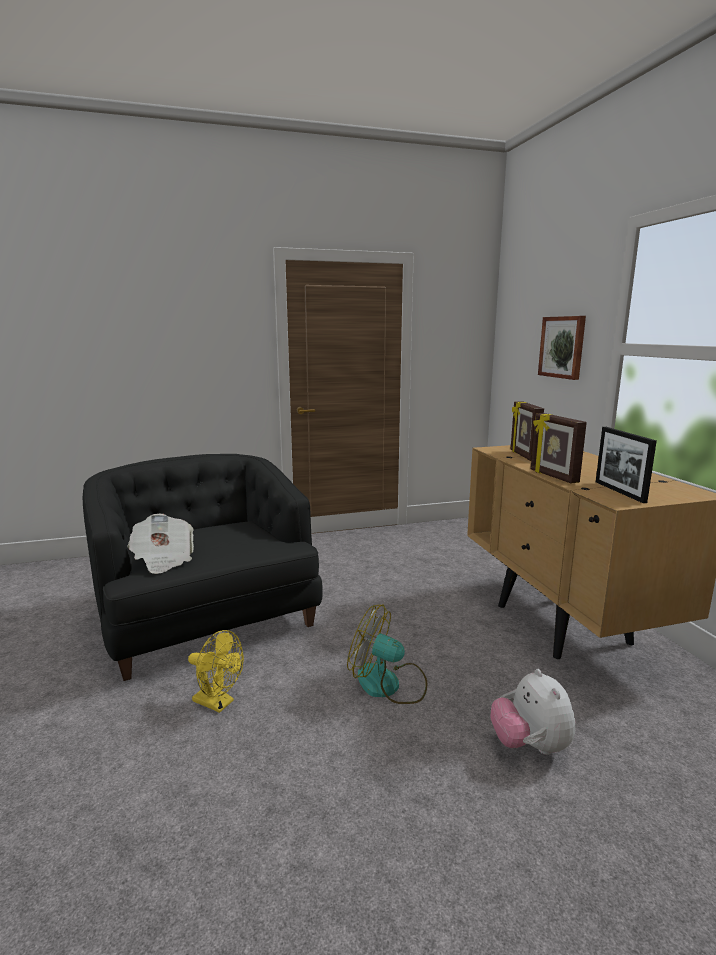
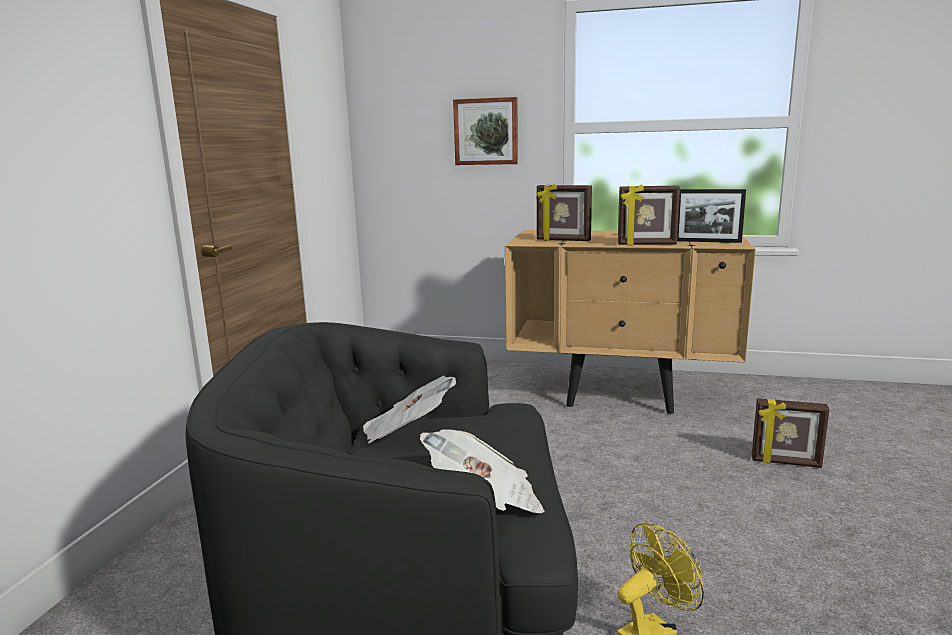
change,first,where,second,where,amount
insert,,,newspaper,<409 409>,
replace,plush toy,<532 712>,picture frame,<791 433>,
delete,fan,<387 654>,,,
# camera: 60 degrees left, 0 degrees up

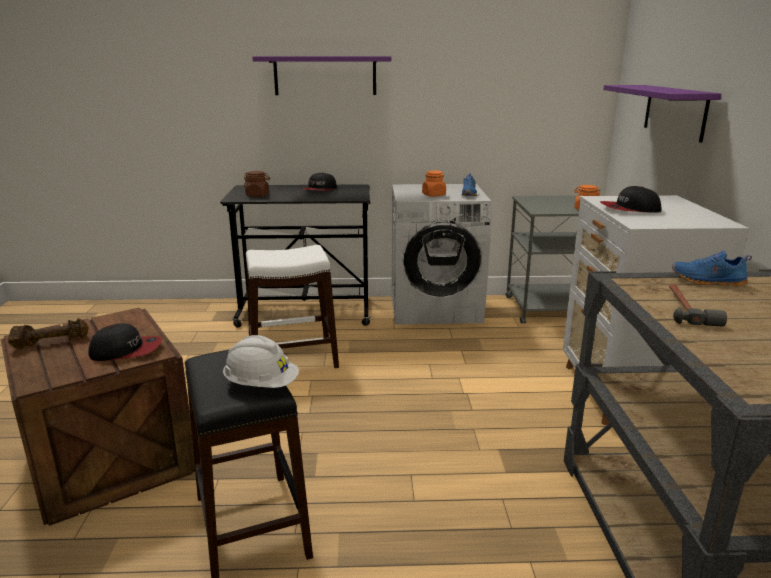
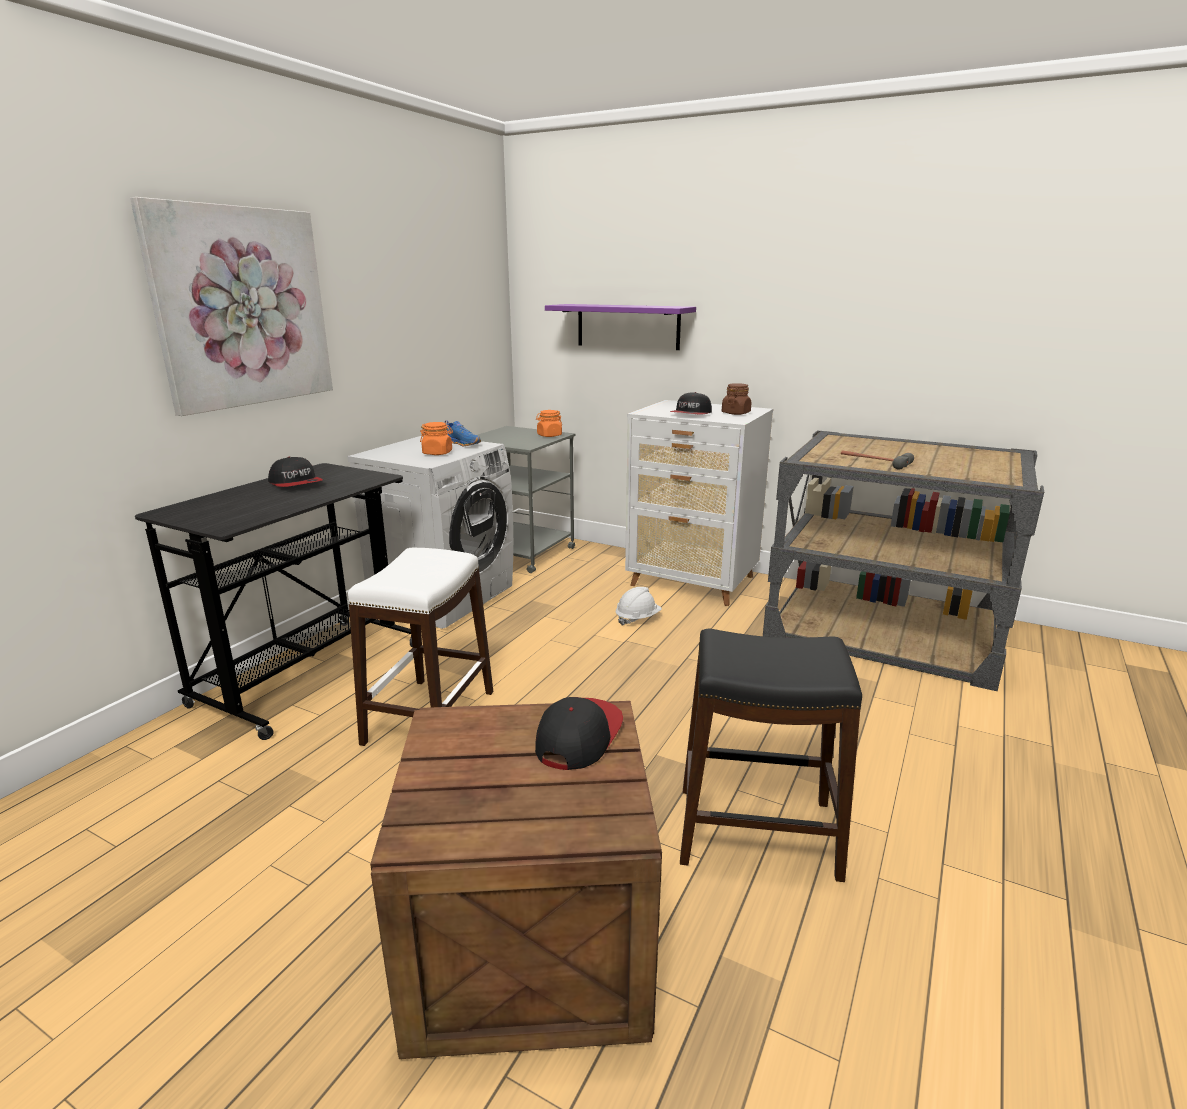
change,first,where,second,where,amount
replace,purple shelf,<322 75>,picture,<231 306>,
move,white hard hat,<261 361>,,<639 606>,
move,brown jar,<257 184>,,<736 399>,
delete,brown dumbbell,<48 333>,,,
delete,blue shoe,<712 269>,,,
# camera: 60 degrees left, 0 degrees up

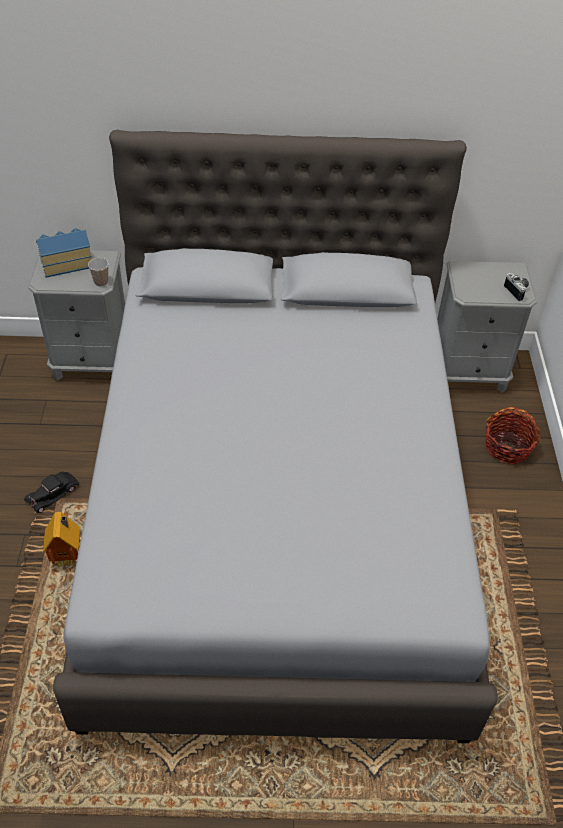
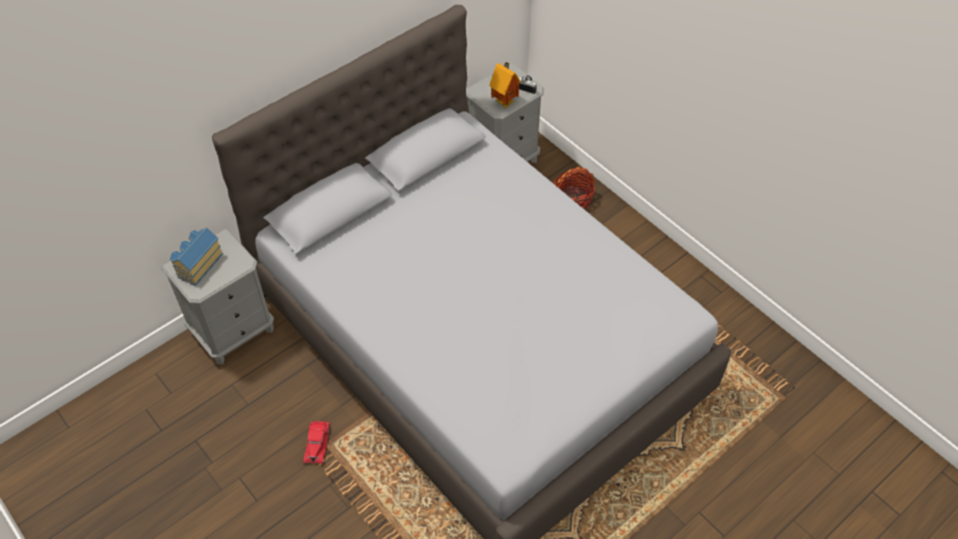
change,first,where,second,where,amount
recolor,black toy car,<51 492>,red toy car,<316 442>,
move,toy house,<61 539>,,<505 85>,
delete,cup,<98 272>,,,
# camera: 40 degrees left, 5 degrees up

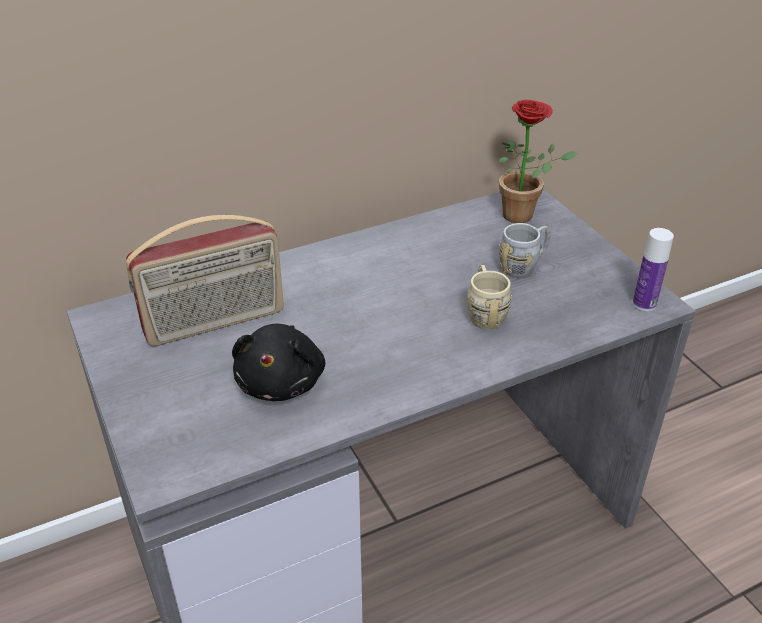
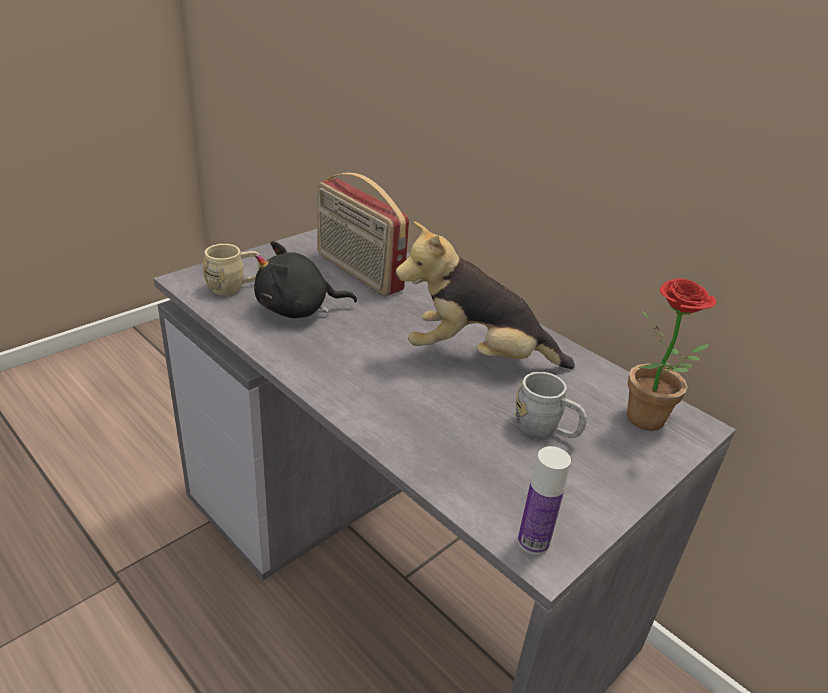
change,first,where,second,where,amount
move,beige mug,<489 297>,,<232 270>,
insert,,,plush toy,<485 295>,
# camera: 70 degrees right, 5 degrees down

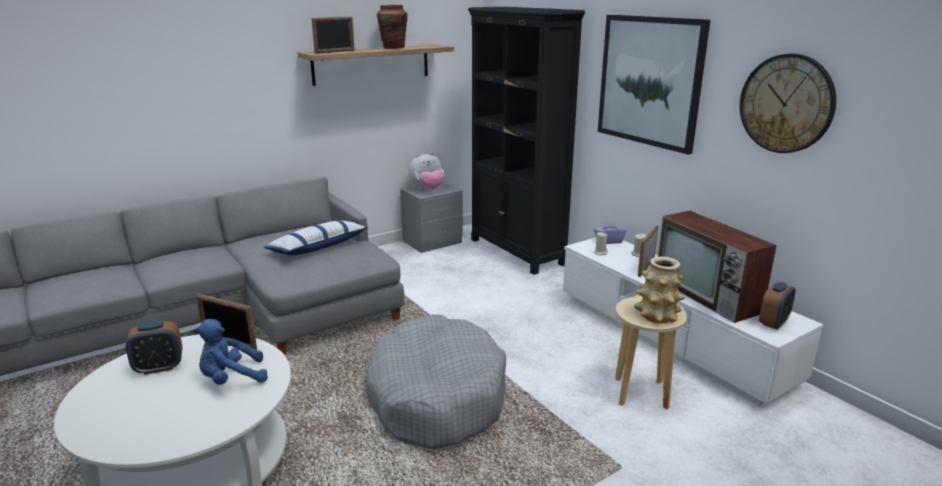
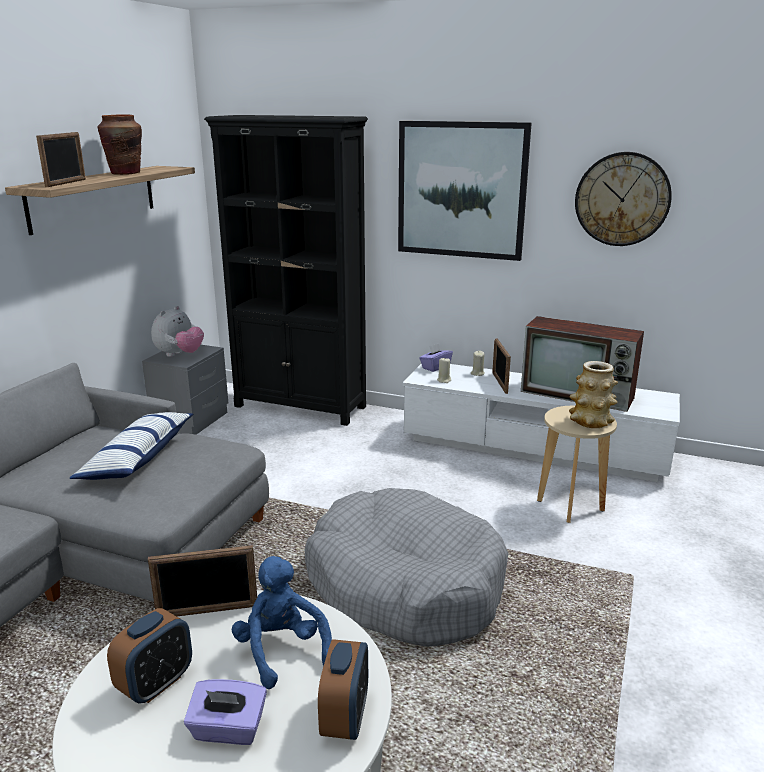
change,first,where,second,where,amount
insert,,,purple tissue box,<225 712>,
rotate,blue plush toy,<230 352>,,<282 622>,120 degrees clockwise
move,alarm clock,<777 306>,,<343 689>,
# camera: 35 degrees left, 0 degrees up

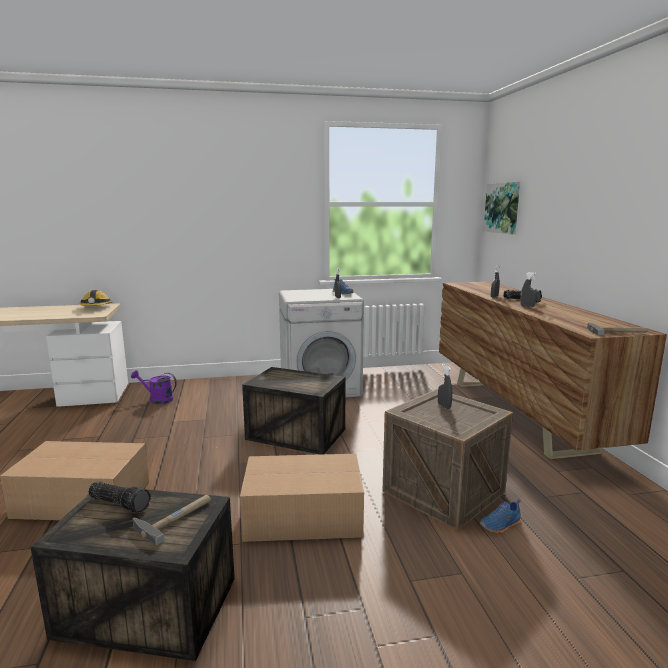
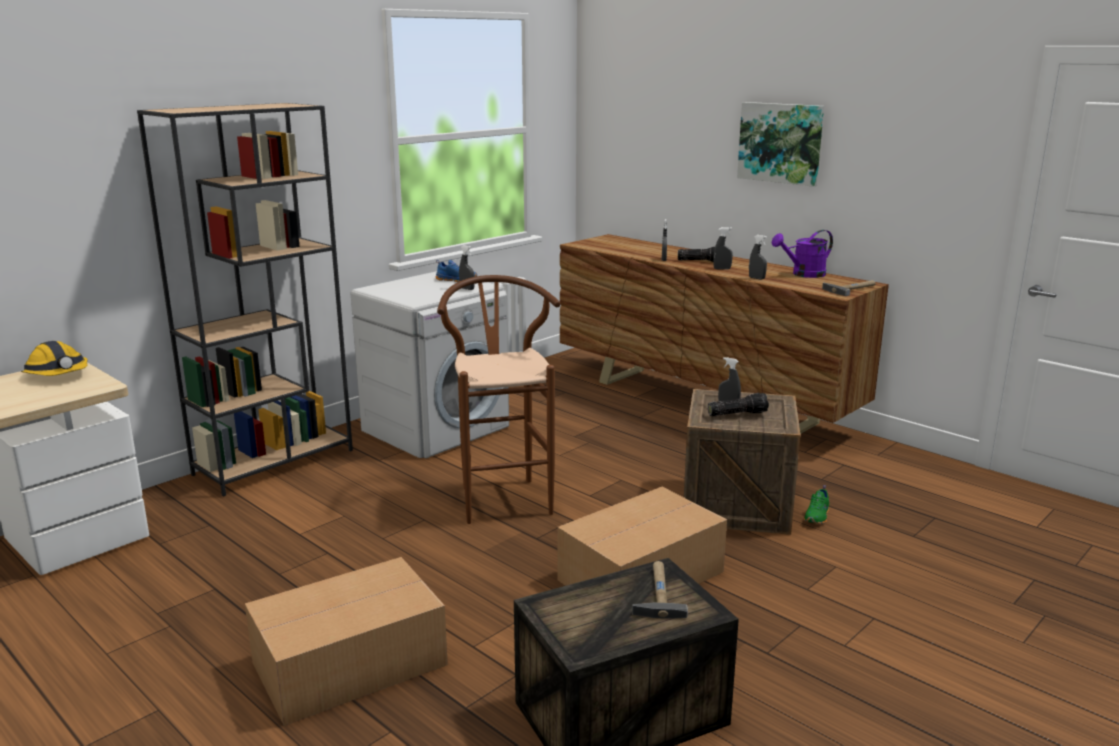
change,first,where,second,where,amount
insert,,,bookcase,<245 300>,
replace,crate,<294 411>,brown stool,<499 399>,
move,flashlight,<119 497>,,<738 404>,
move,picture,<502 208>,,<780 144>,
insert,,,grey spray bottle,<758 257>,
move,purple watering can,<154 387>,,<802 254>,
recolor,blue shoe,<500 516>,green shoe,<816 504>,
# camera: 35 degrees left, 5 degrees up

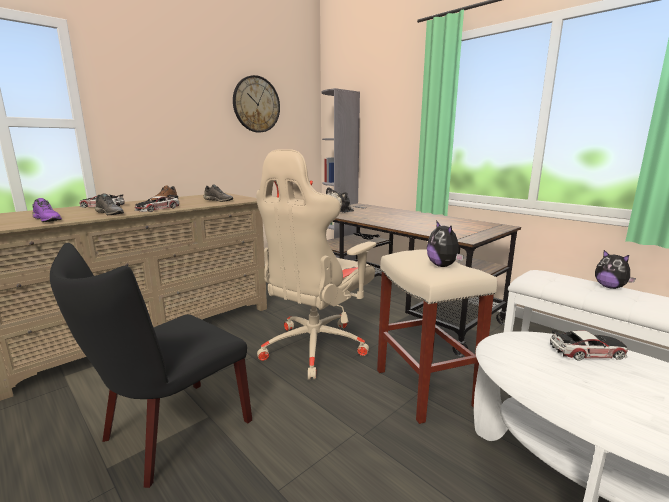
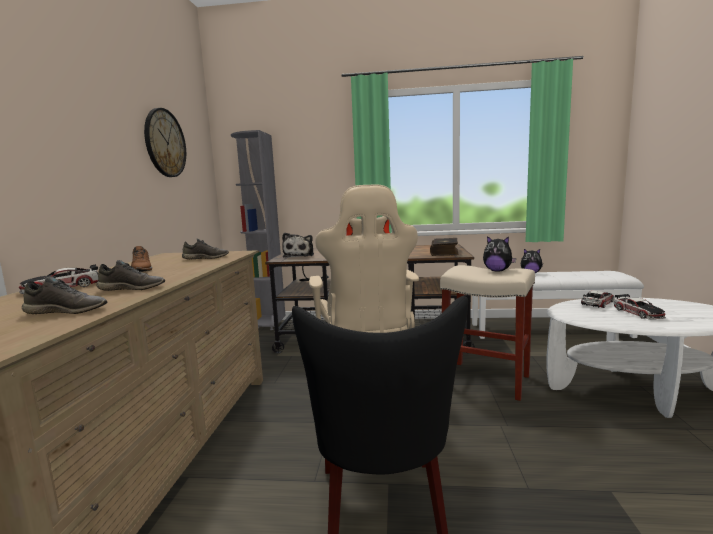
change,first,where,second,where,amount
recolor,purple shoe,<47 210>,grey shoe,<64 295>,
insert,,,book,<444 247>,
move,toy car,<157 203>,,<640 307>,
# camera: 40 degrees left, 5 degrees down

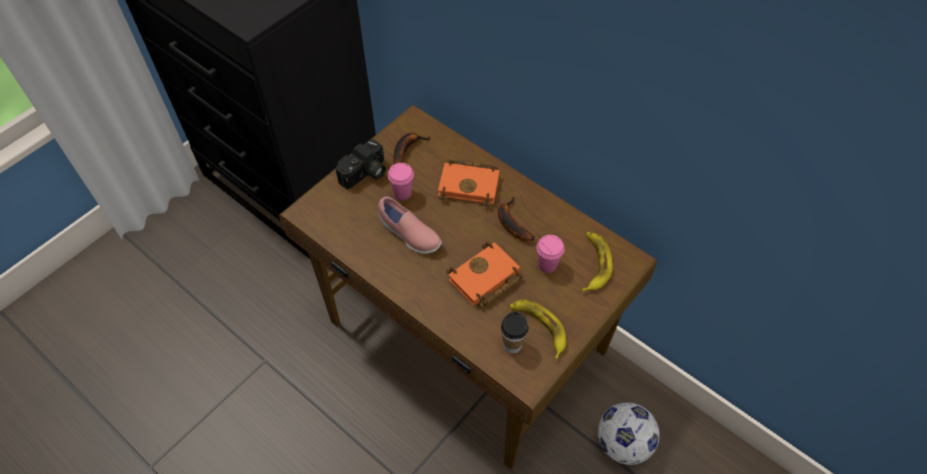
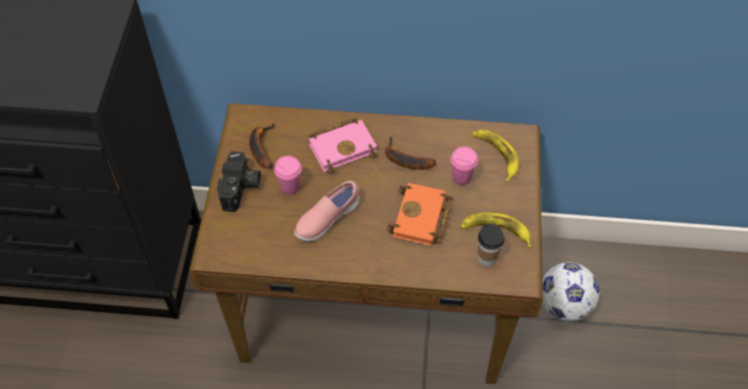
change,first,where,second,where,amount
rotate,pink shoe,<410 225>,,<326 211>,135 degrees clockwise
recolor,orange book,<469 183>,pink book,<343 146>,
# camera: 35 degrees left, 0 degrees up

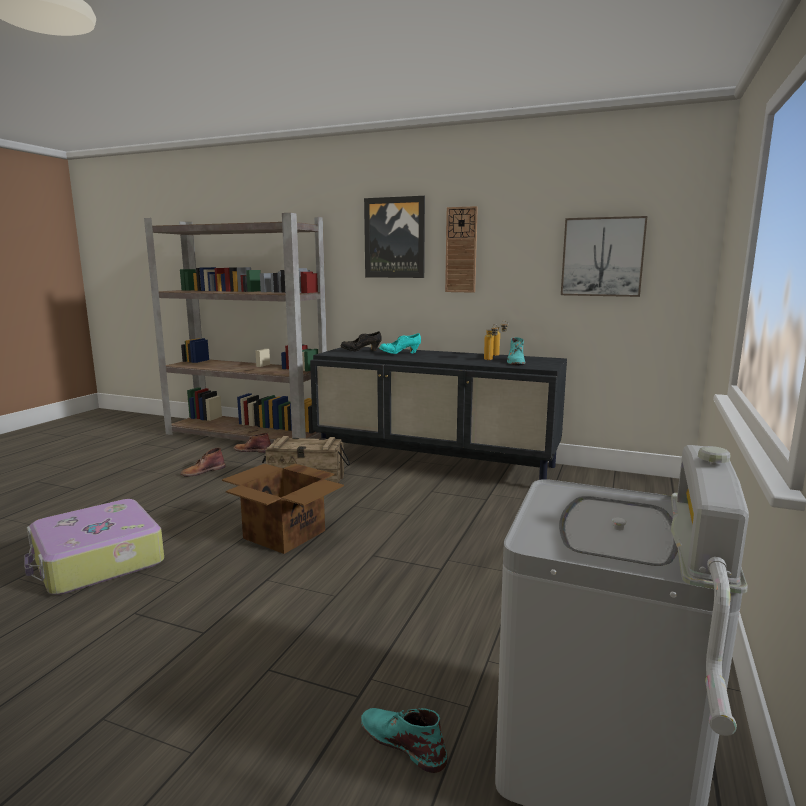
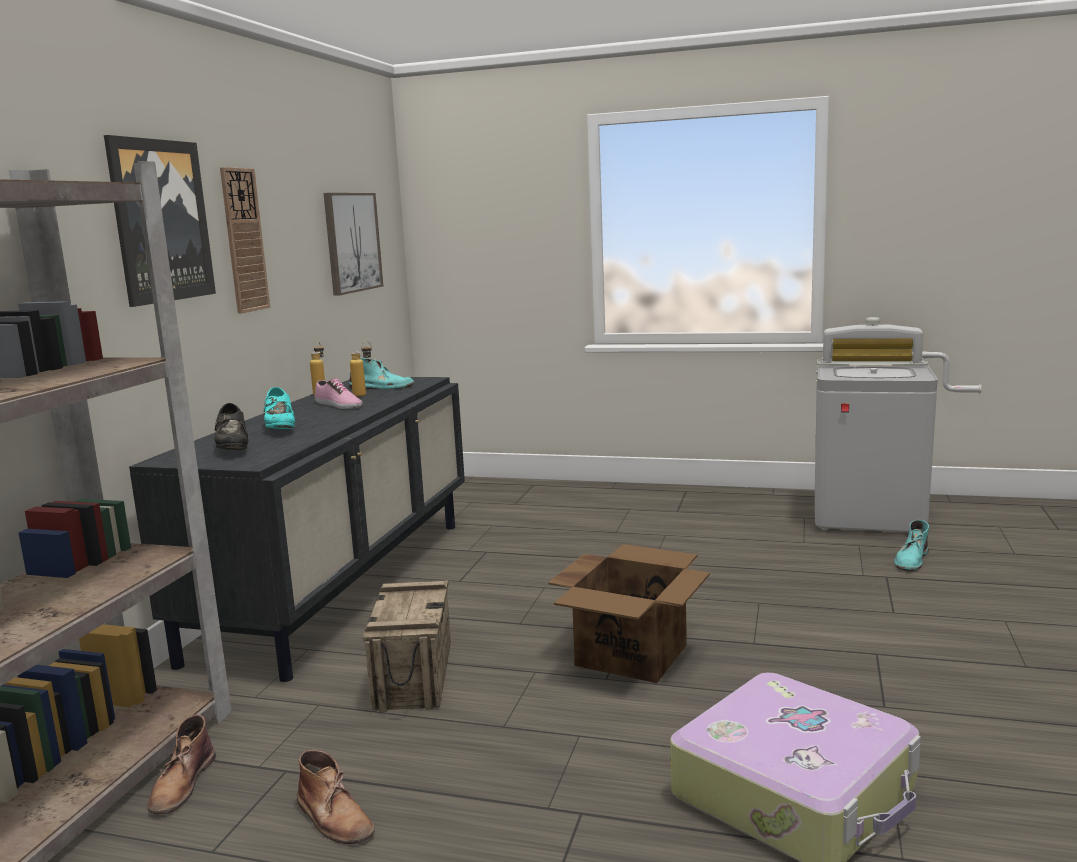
change,first,where,second,where,amount
insert,,,shoe,<339 393>,
# camera: 95 degrees left, 0 degrees up

